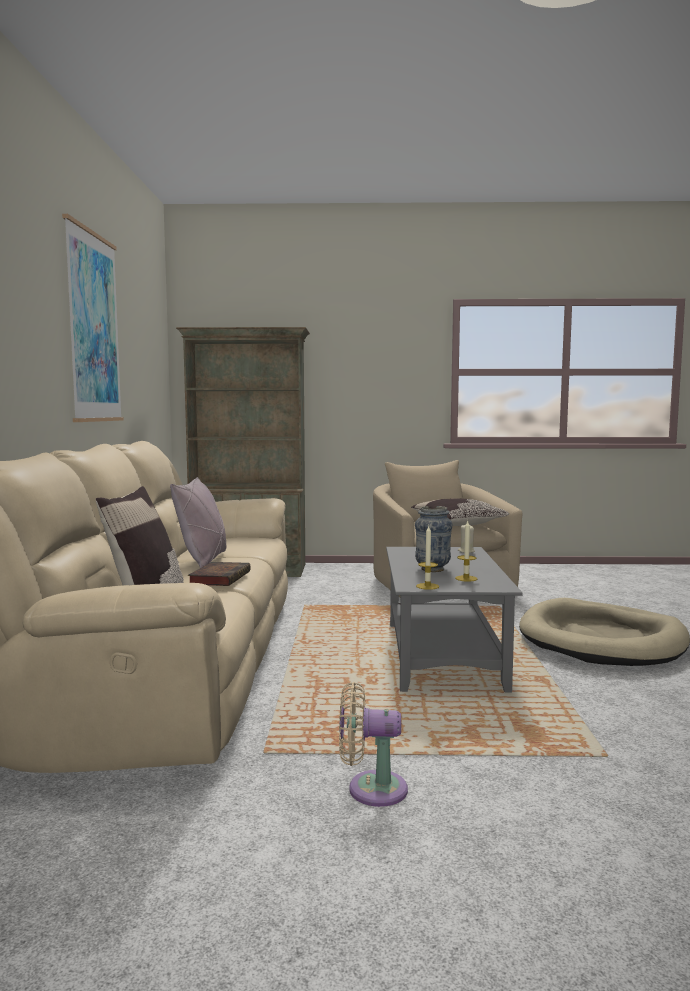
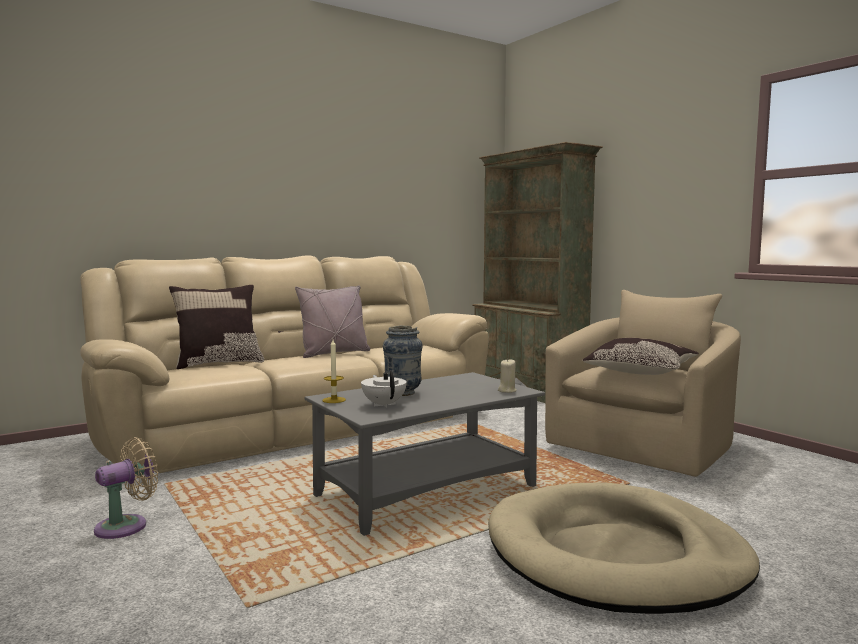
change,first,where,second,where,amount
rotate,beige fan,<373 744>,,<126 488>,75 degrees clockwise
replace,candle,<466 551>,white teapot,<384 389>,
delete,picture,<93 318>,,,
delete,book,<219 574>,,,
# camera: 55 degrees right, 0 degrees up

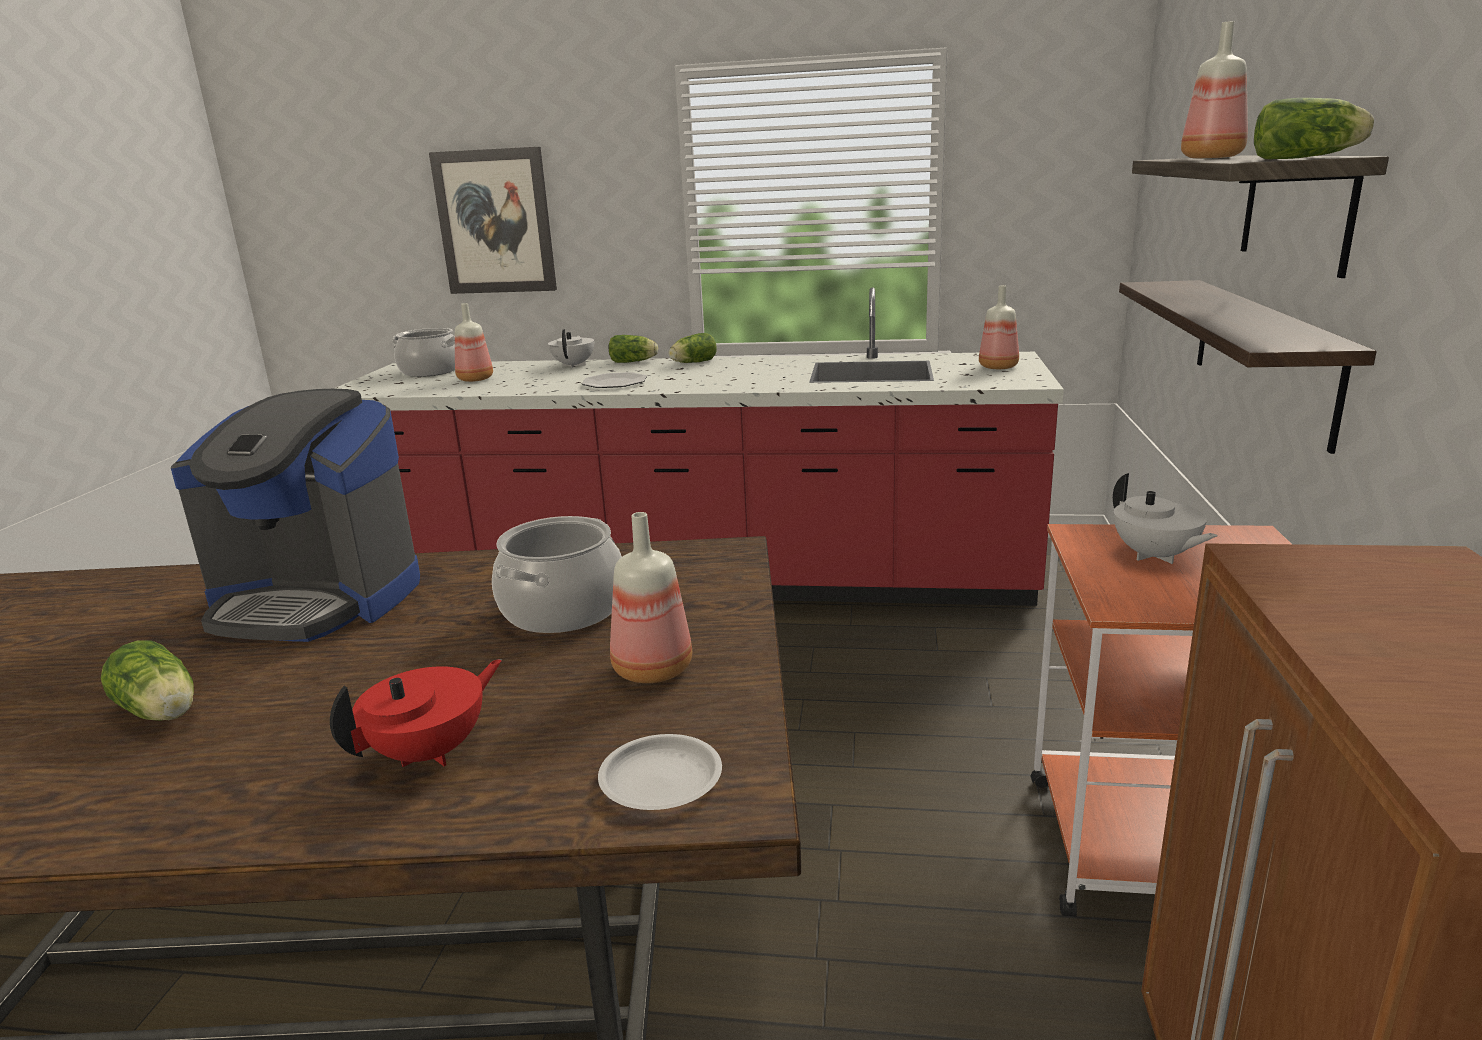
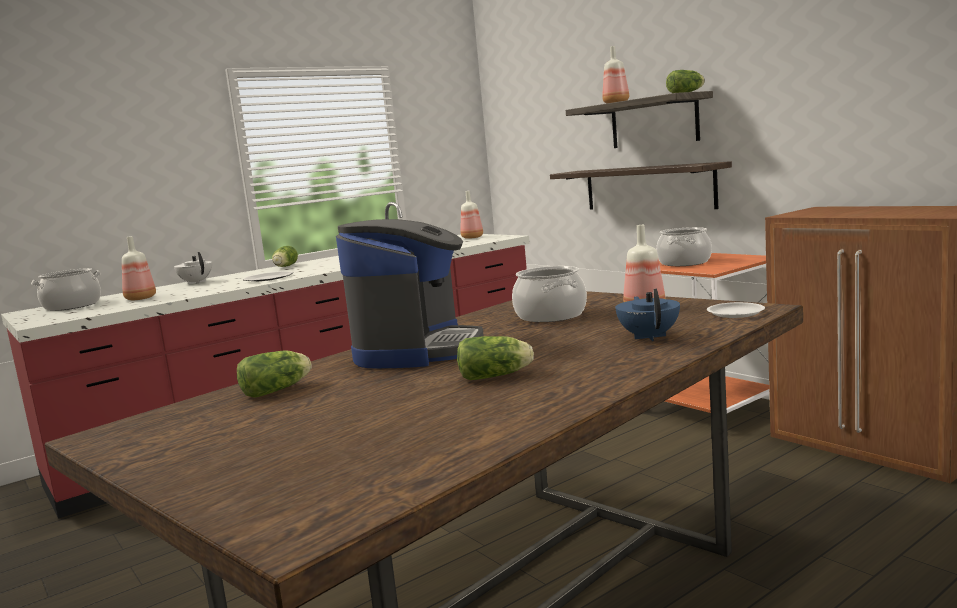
change,first,where,second,where,amount
move,lettuce,<633 349>,,<274 374>,
rotate,coffee machine,<295 515>,,<410 293>,45 degrees counterclockwise
recolor,red teapot,<416 713>,blue teapot,<647 315>,
replace,white teapot,<1165 518>,cooking pot,<684 246>,
delete,picture,<493 220>,,,
# camera: 45 degrees left, 10 degrees down

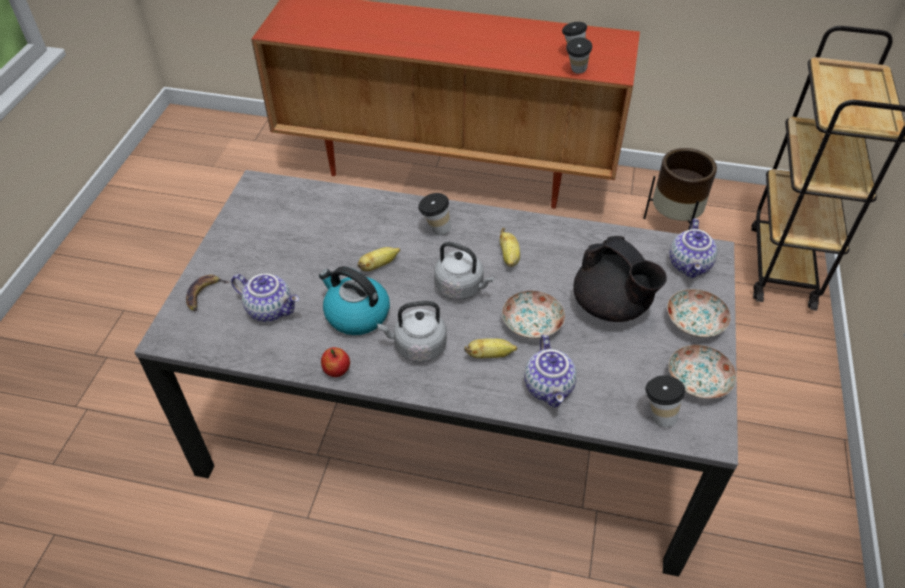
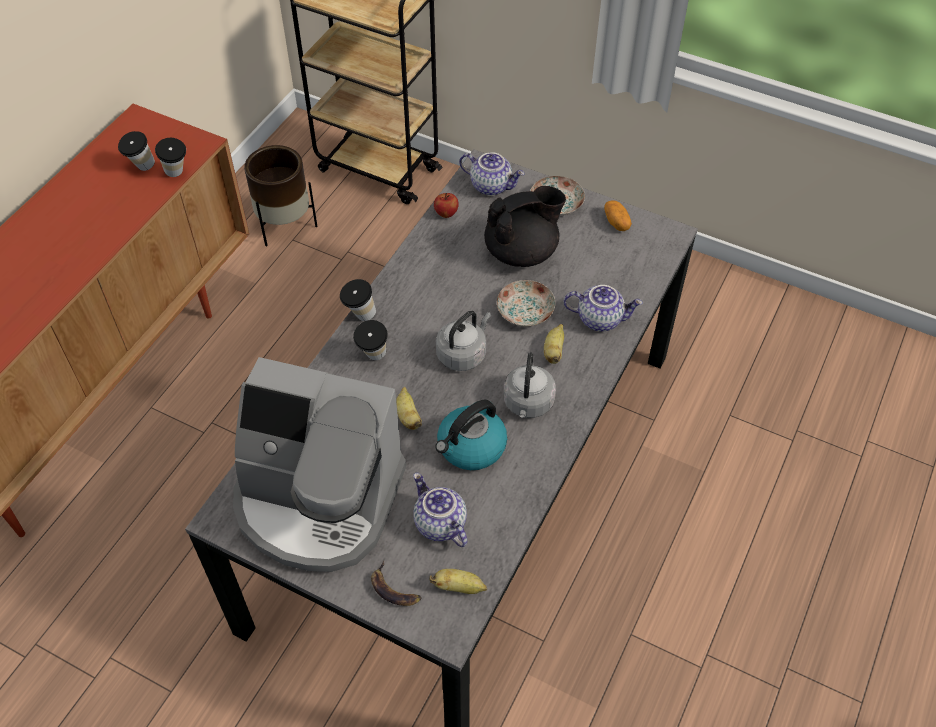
change,first,where,second,where,amount
insert,,,coffee machine,<319 464>,
move,cup,<665 401>,,<358 300>,
rotate,teapot,<265 297>,,<440 510>,75 degrees counterclockwise
move,banana,<510 247>,,<458 581>,
move,apple,<335 362>,,<446 205>,
replace,plate,<703 372>,potato,<618 215>,
# camera: 75 degrees left, 5 degrees up

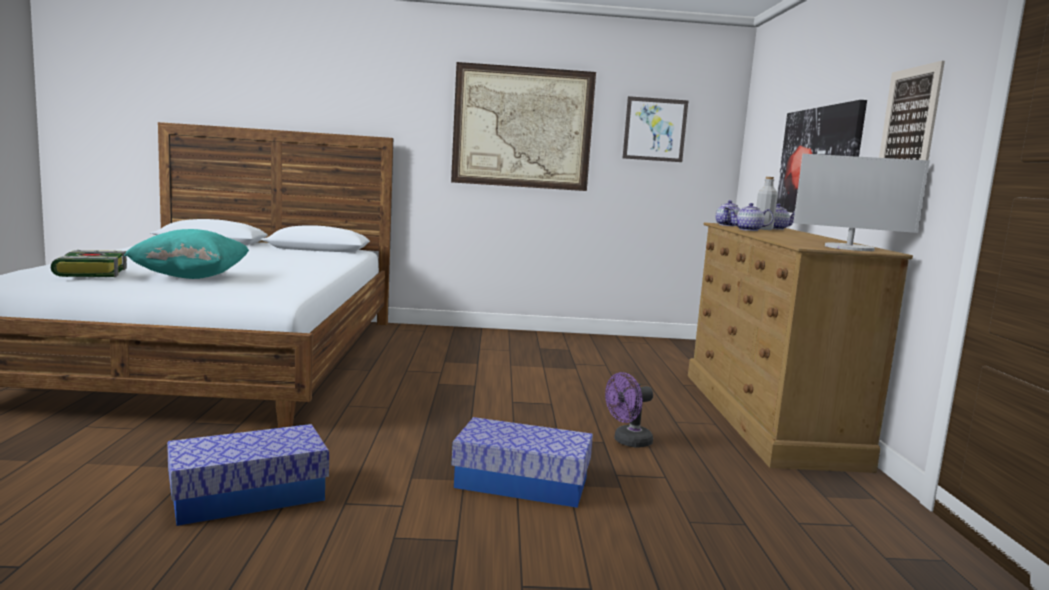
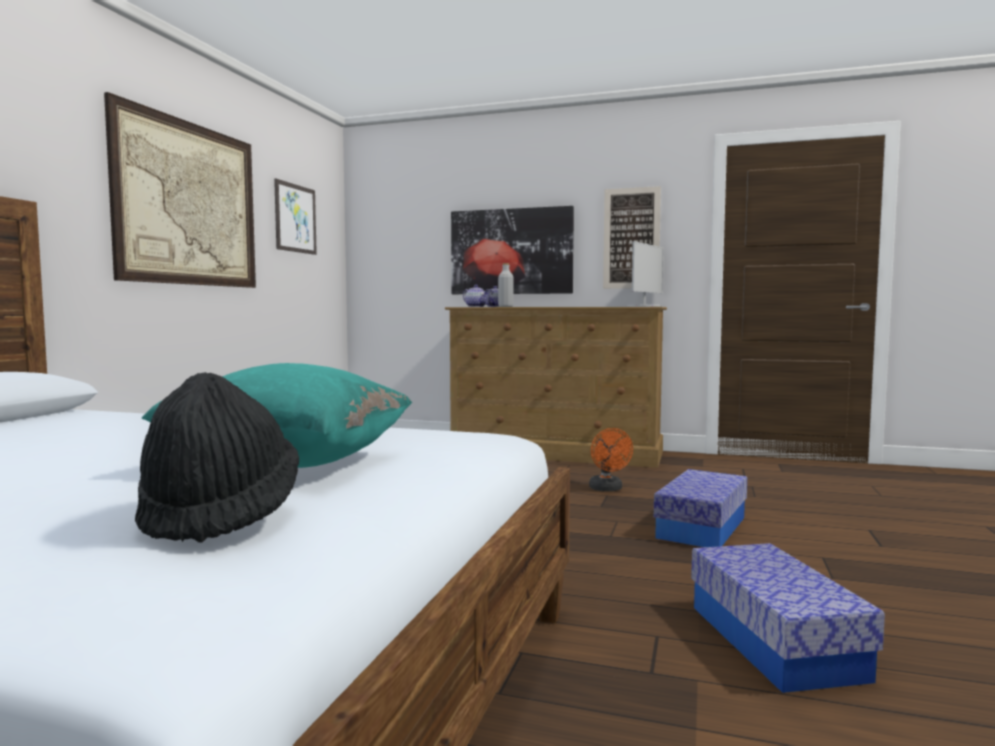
change,first,where,second,where,amount
replace,book,<89 263>,black hat,<217 457>,
recolor,purple fan,<629 410>,orange fan,<611 459>,
delete,teapot,<751 217>,,,
# camera: 70 degrees left, 5 degrees down

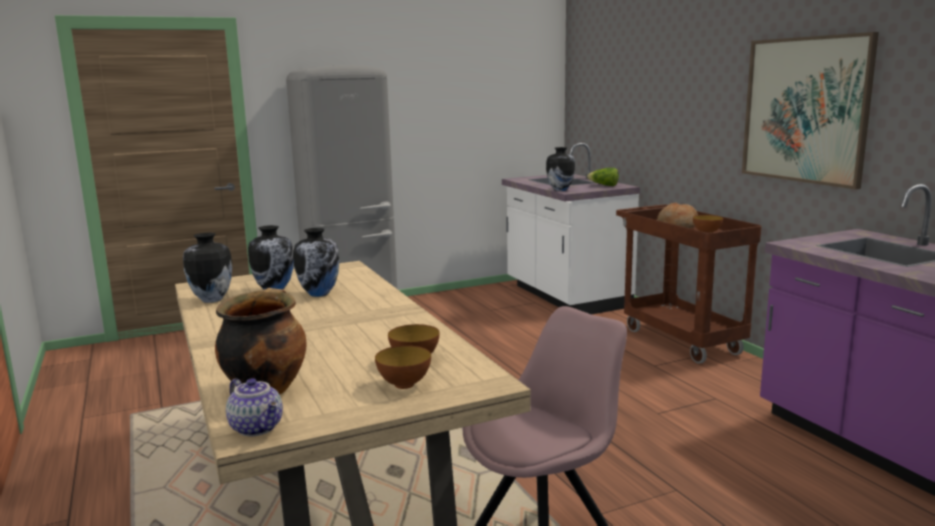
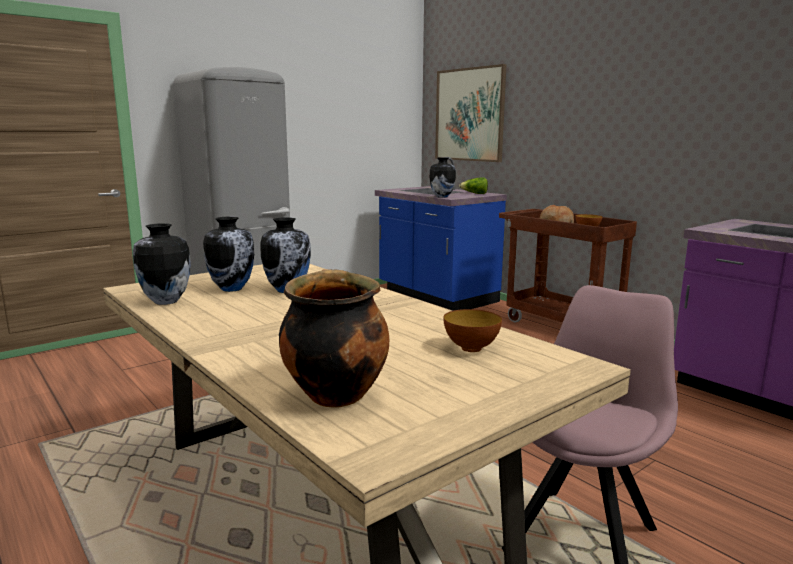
change,first,where,second,where,amount
recolor,white counter,<571 229>,blue counter,<441 234>,
move,picture,<810 110>,,<471 113>,
delete,teapot,<254 407>,,,
delete,bowl,<403 367>,,,
# camera: 15 degrees left, 0 degrees up

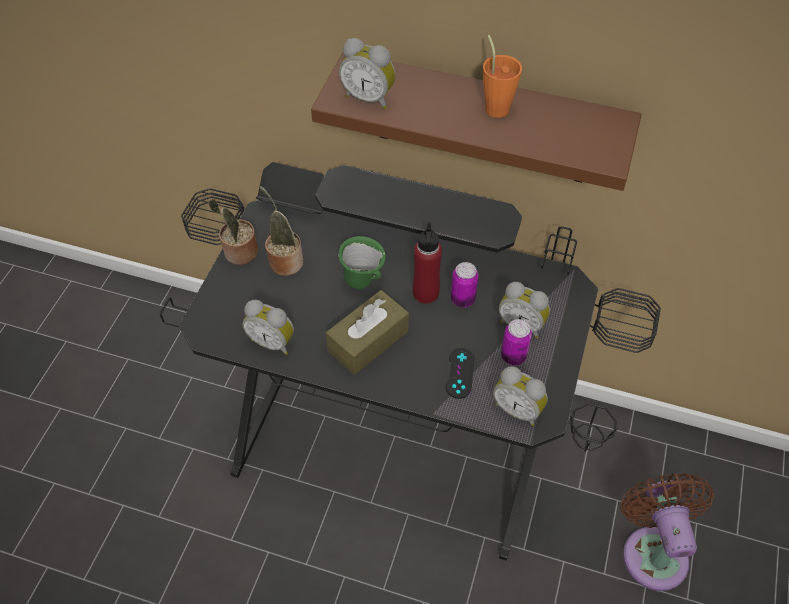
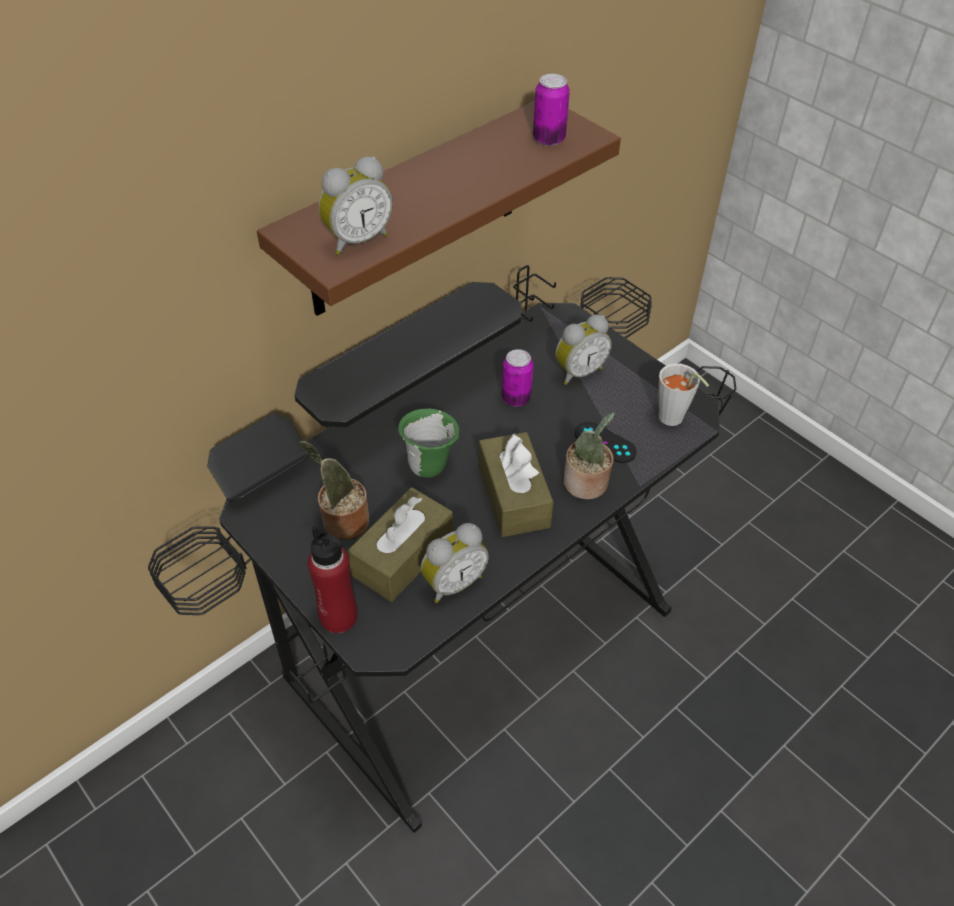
change,first,where,second,where,amount
move,red bottle,<427 263>,,<332 579>,
insert,,,brown tissue box,<400 544>,
move,can,<516 342>,,<551 110>,
move,potted plant,<233 232>,,<589 455>,
replace,alarm clock,<520 396>,grey cup,<683 395>,
delete,orange cup,<502 76>,,,
delete,brown fan,<667 532>,,,
# camera: 60 degrees left, 5 degrees down

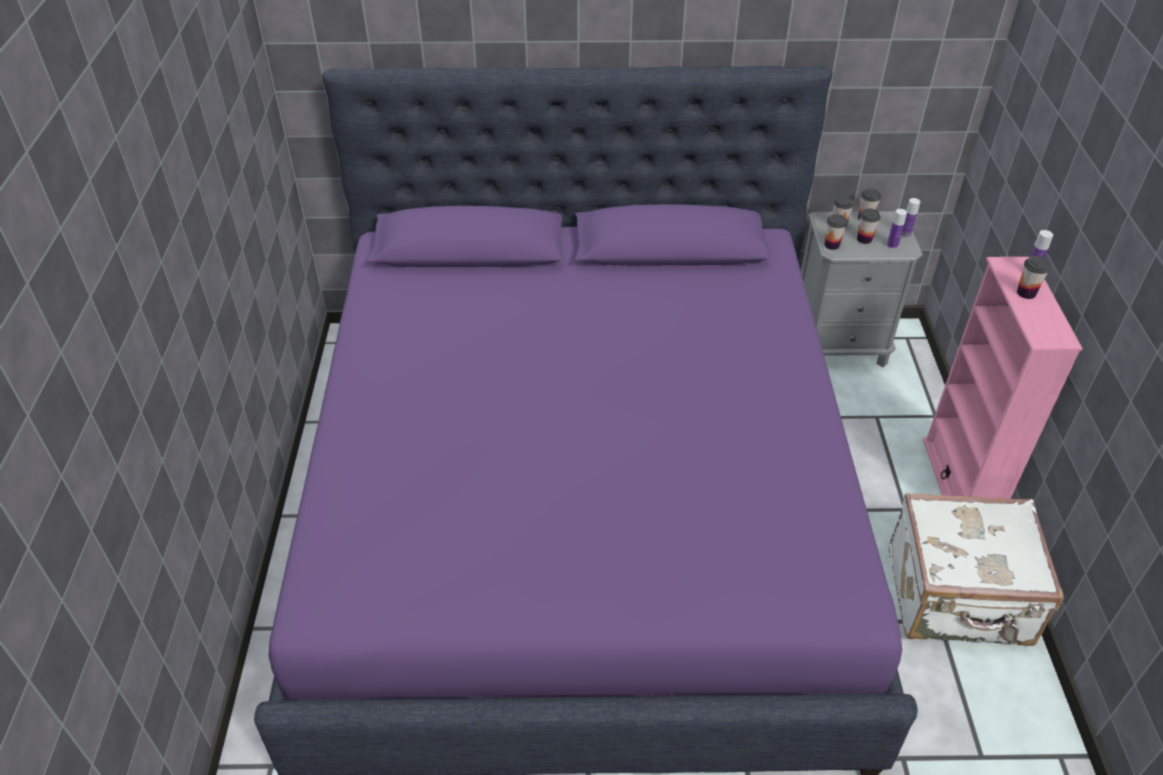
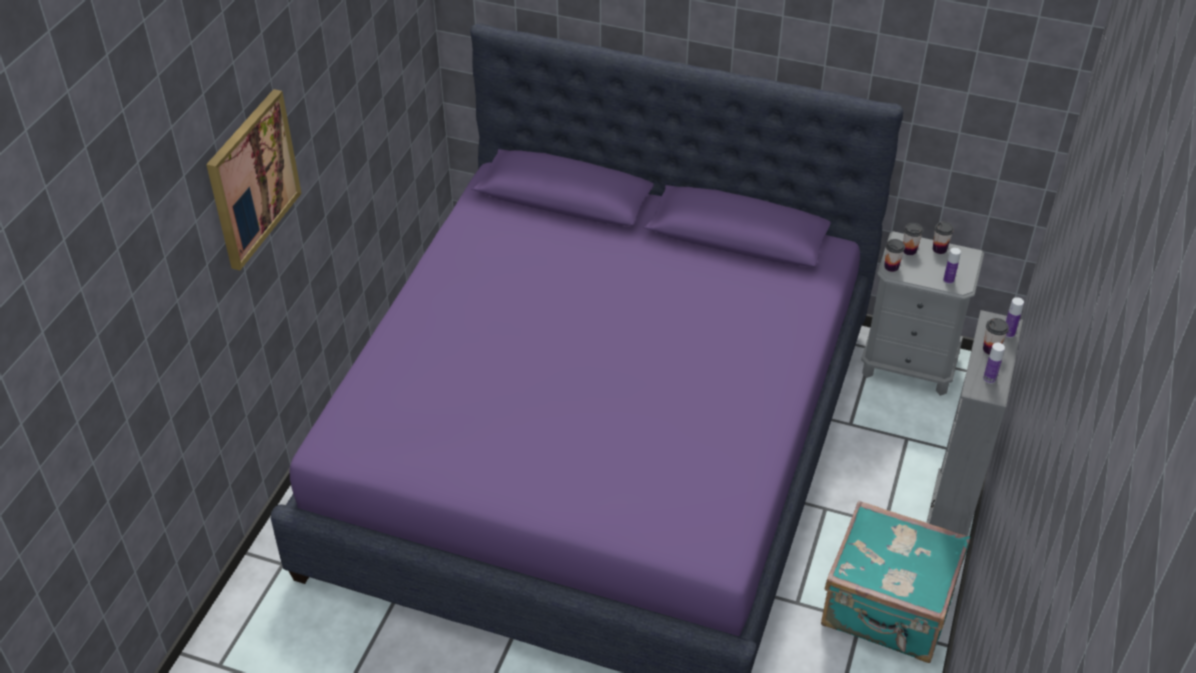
change,first,where,second,where,amount
insert,,,picture,<254 179>,
recolor,white suitcase,<976 569>,turquoise suitcase,<895 581>,
recolor,pink bookcase,<1003 378>,grey bookcase,<974 423>,
move,bottle,<910 218>,,<994 363>,
delete,cup,<869 226>,,,
# camera: 20 degrees right, 0 degrees up

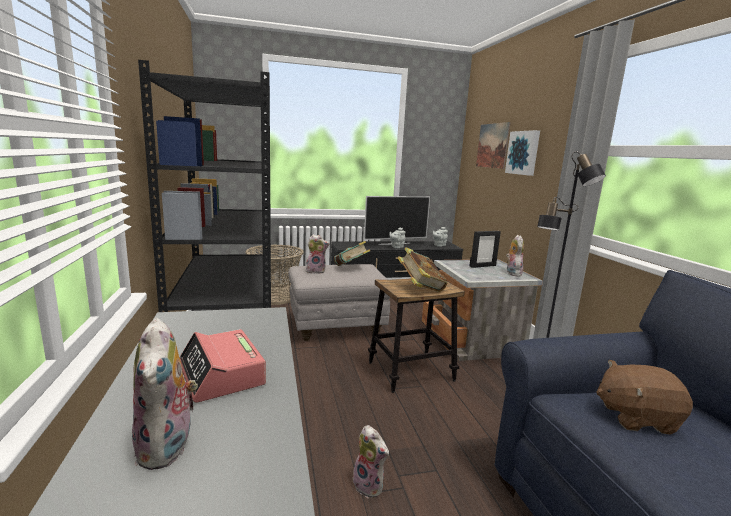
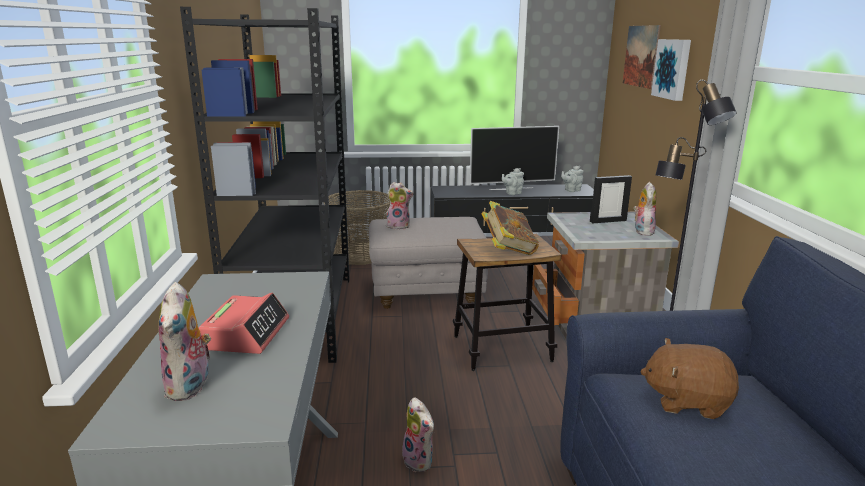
change,first,where,second,where,amount
rotate,alarm clock,<222 366>,,<244 323>,150 degrees counterclockwise
delete,book,<352 253>,,,
# camera: 10 degrees right, 5 degrees up

